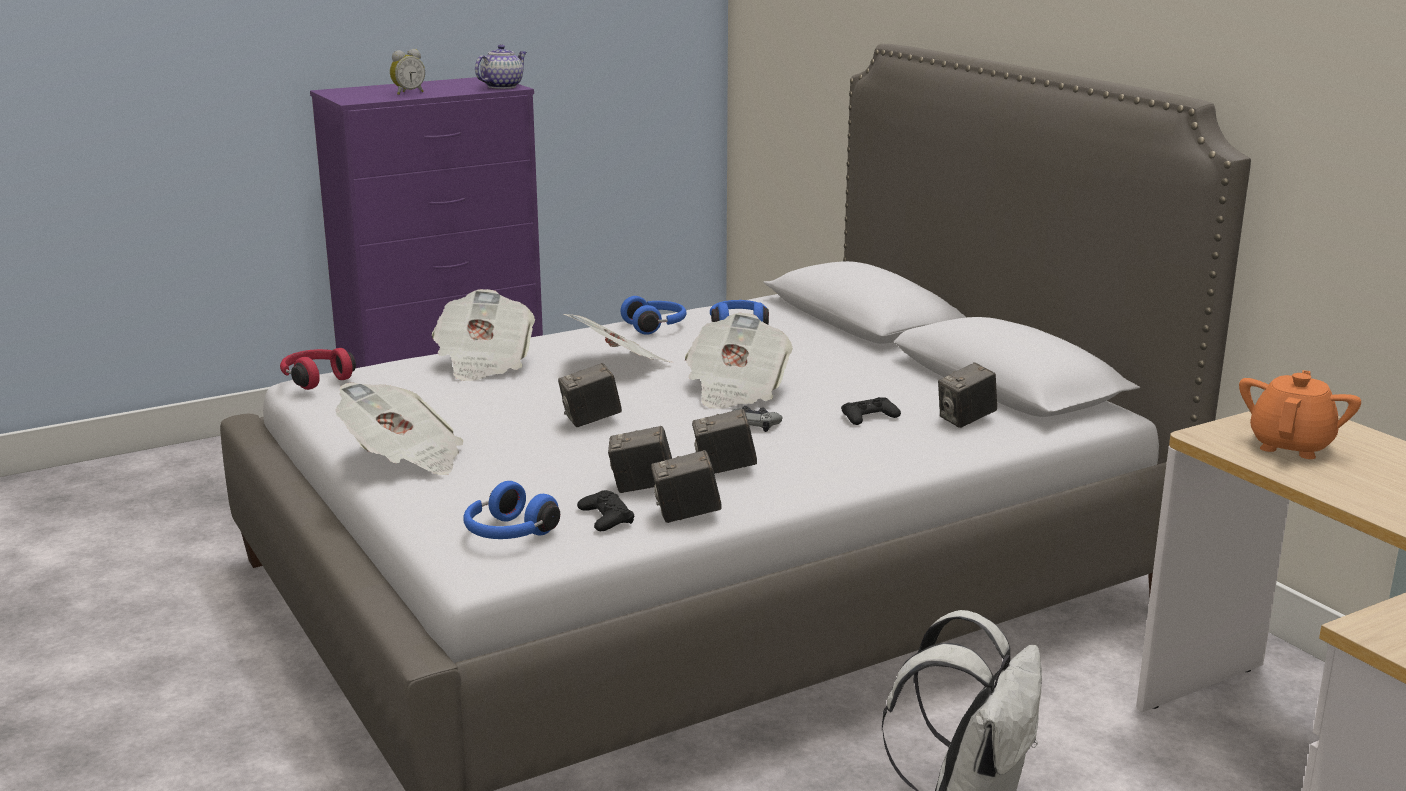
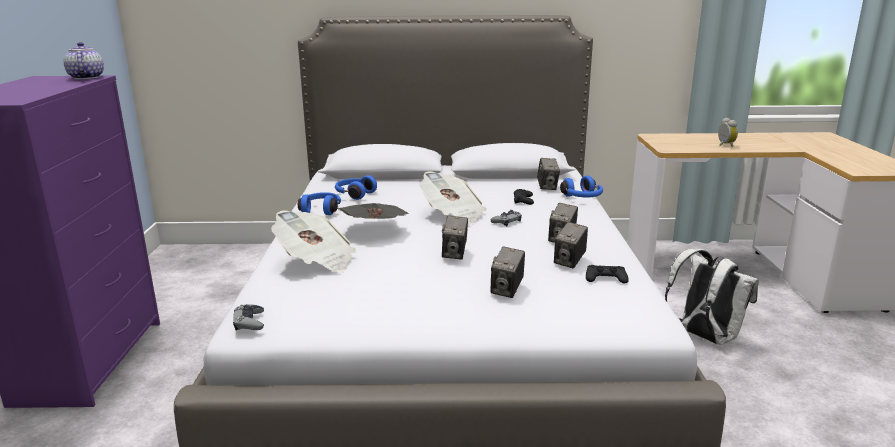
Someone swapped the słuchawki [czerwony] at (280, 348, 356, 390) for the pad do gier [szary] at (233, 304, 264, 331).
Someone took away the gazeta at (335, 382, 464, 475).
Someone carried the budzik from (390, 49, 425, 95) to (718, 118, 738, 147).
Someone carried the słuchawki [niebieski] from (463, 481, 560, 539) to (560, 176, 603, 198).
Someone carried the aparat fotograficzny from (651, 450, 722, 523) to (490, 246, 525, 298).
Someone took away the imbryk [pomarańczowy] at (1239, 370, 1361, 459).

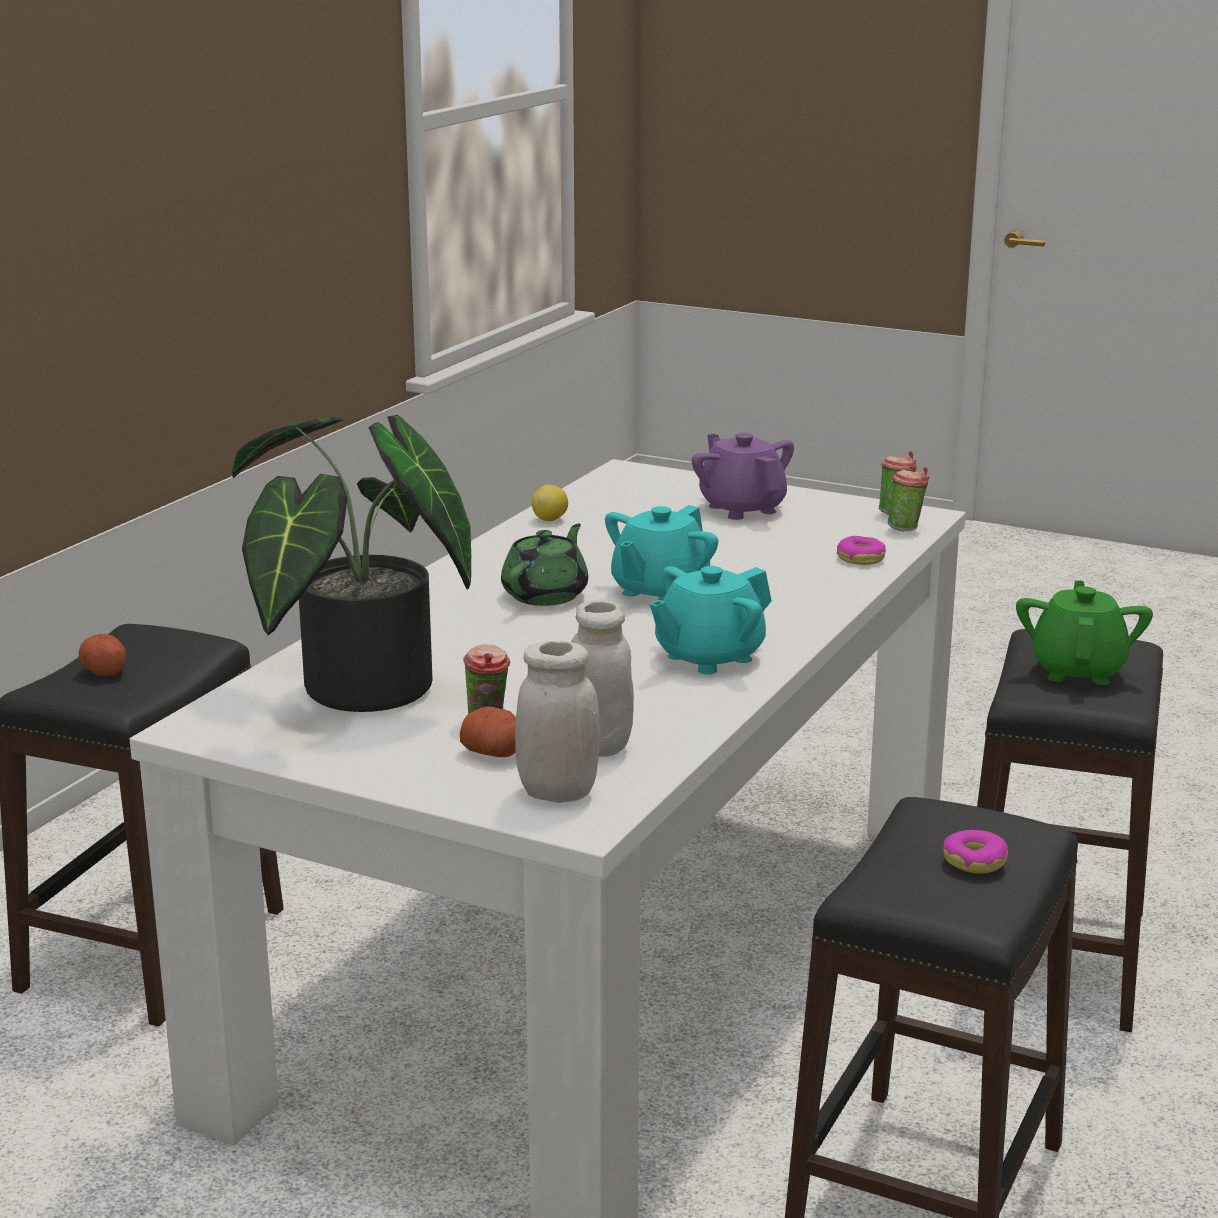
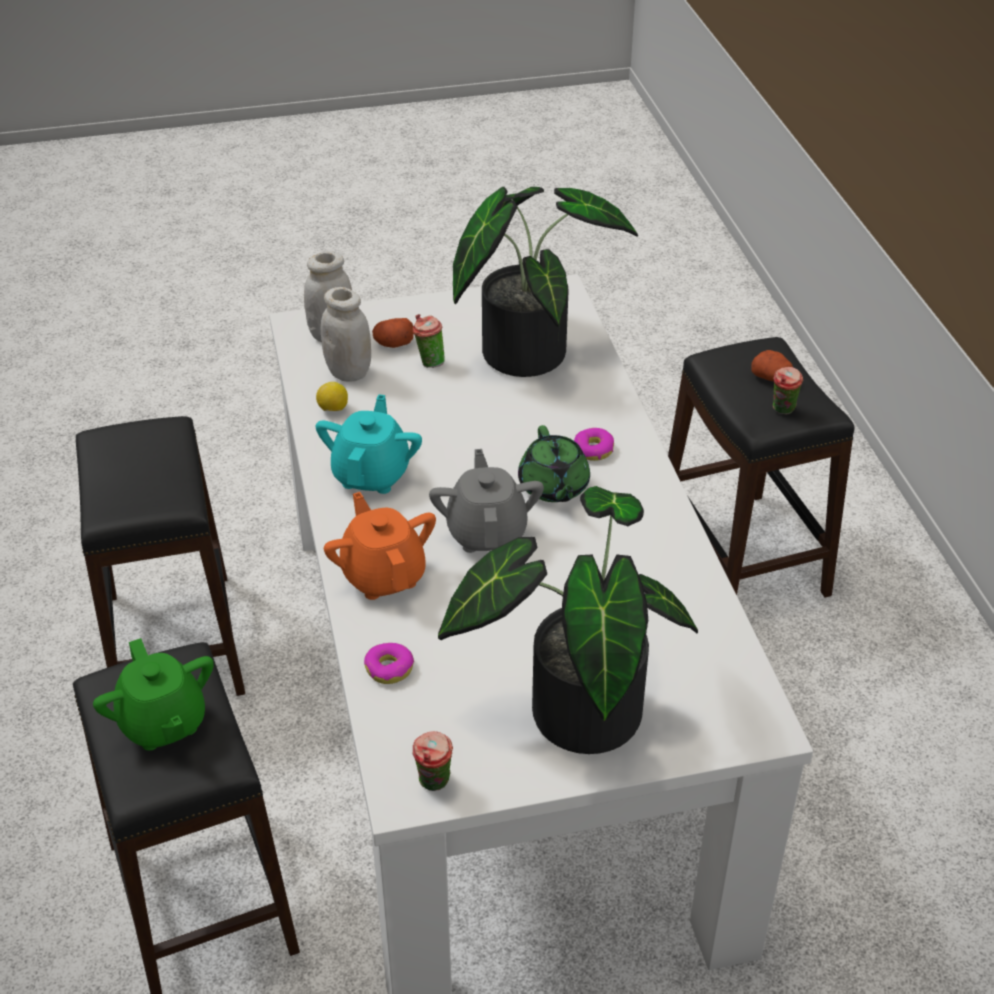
Someone carried the cytryna from (532, 485, 568, 521) to (316, 382, 348, 411).
Someone repainted the imbryk [turkusowy] at (605, 505, 718, 601), which became the imbryk [szary] at (429, 449, 544, 553).
Someone swapped the imbryk [fioletowy] at (692, 433, 794, 520) for the roślina doniczkowa at (438, 486, 698, 754).
Someone carried the filiżanka from (888, 467, 930, 531) to (773, 367, 803, 415).
Someone carried the donut from (943, 830, 1008, 873) to (574, 428, 614, 461).
Someone put down the imbryk [pomarańczowy] at (324, 492, 436, 600).

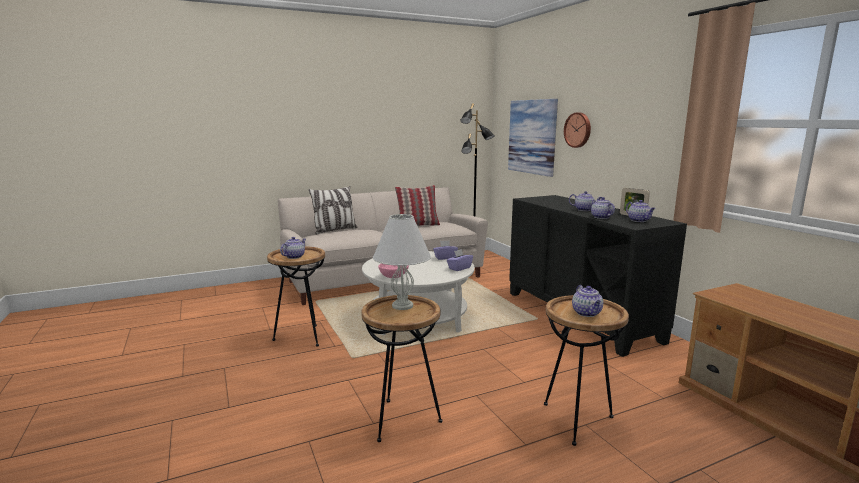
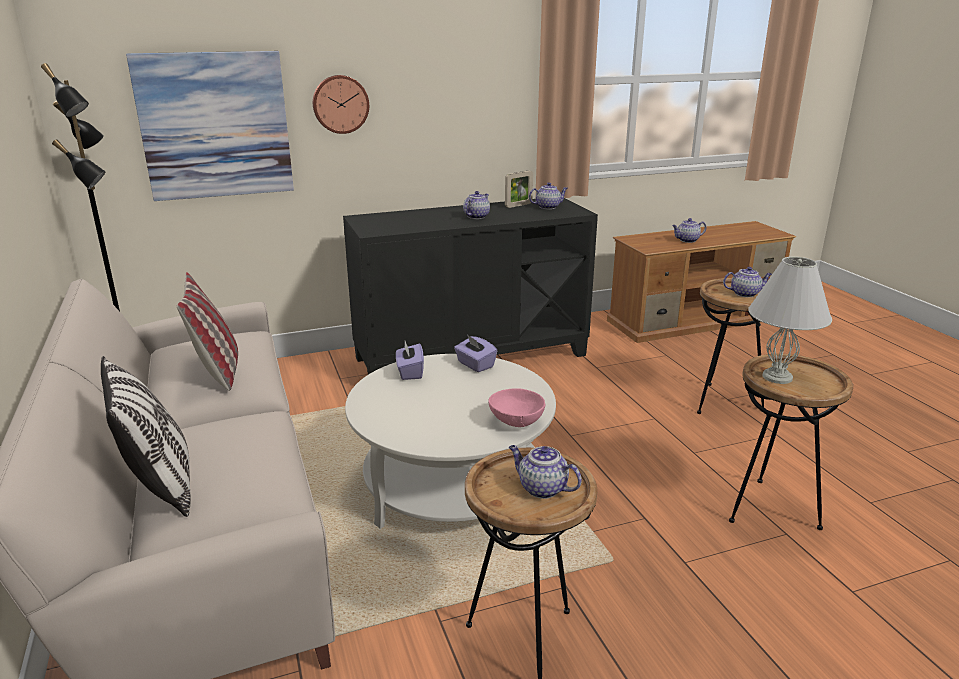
Someone carried the imbryk from (591, 197, 615, 219) to (672, 218, 706, 243).

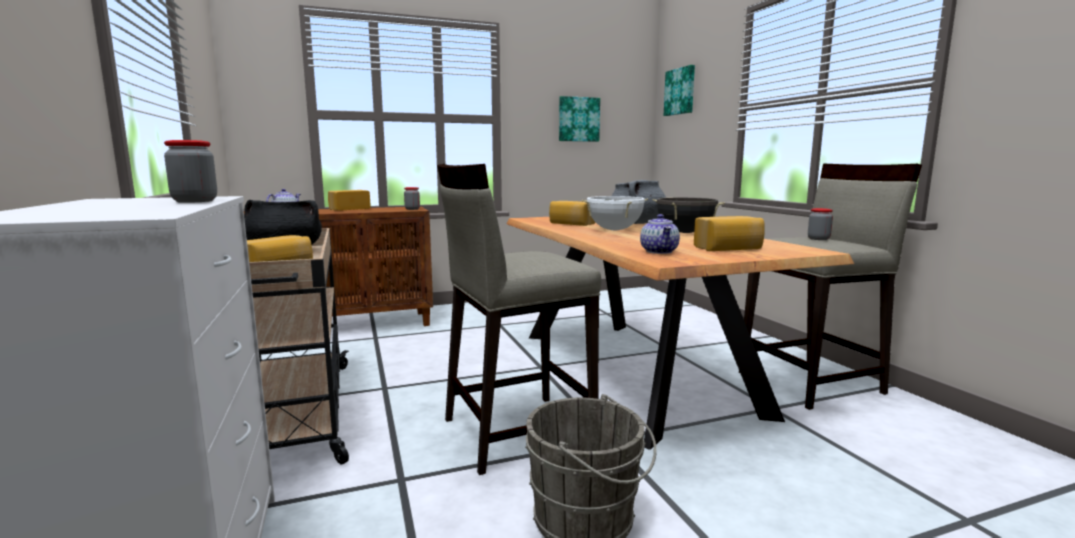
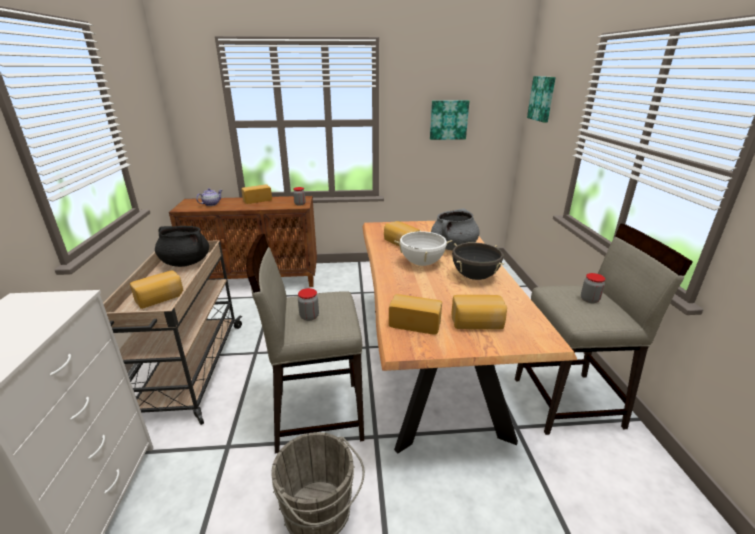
Someone carried the słoik from (164, 140, 217, 203) to (298, 288, 319, 321).
Someone swapped the imbryk at (640, 214, 680, 254) for the chleb at (389, 294, 442, 335).

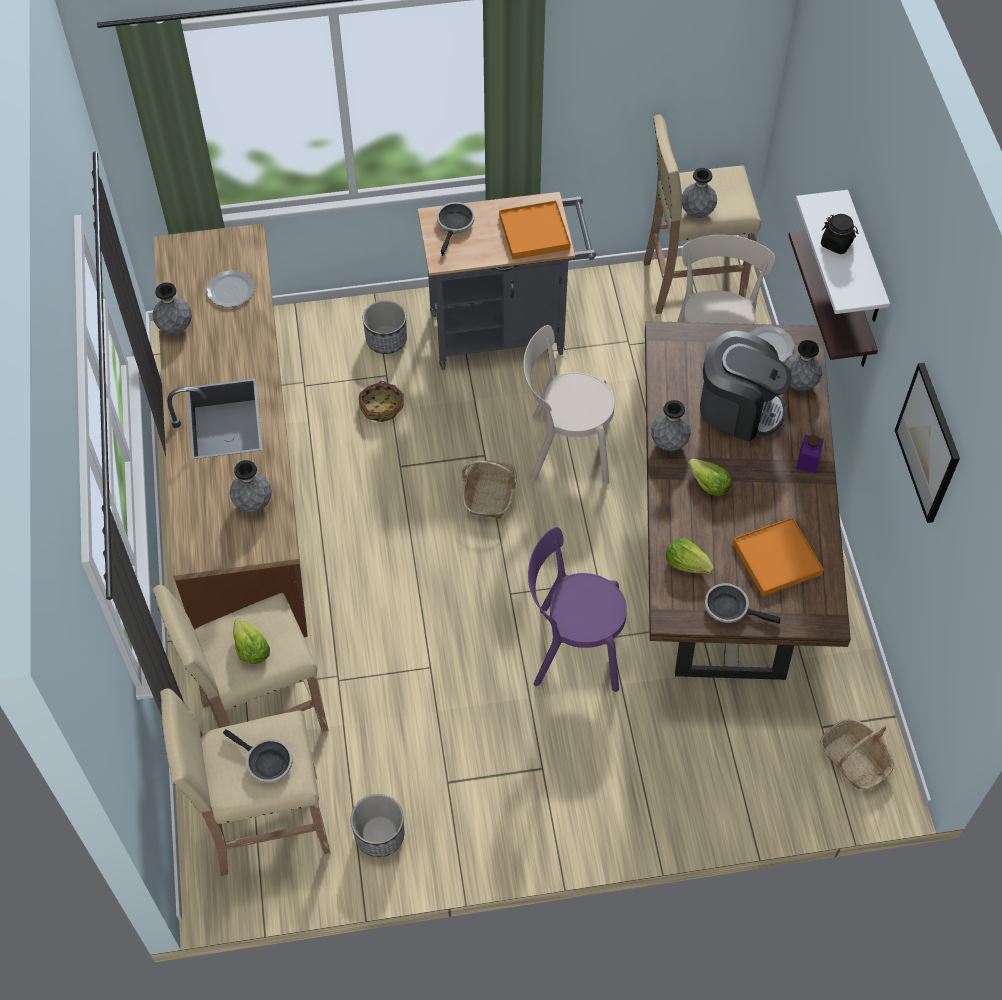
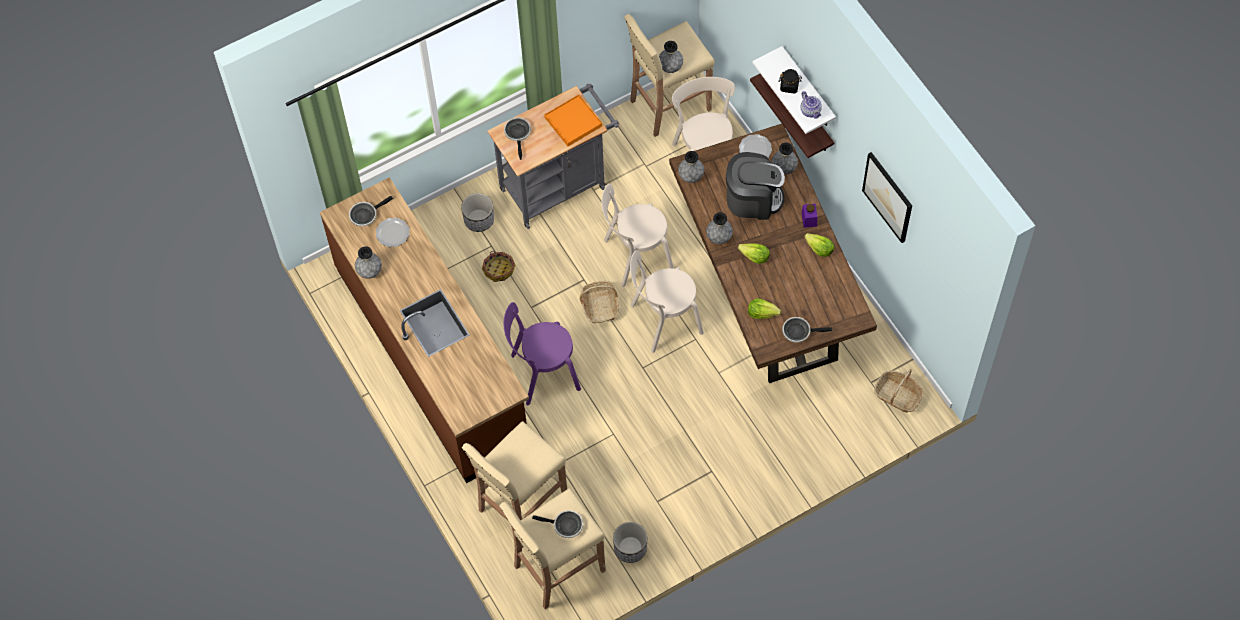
Someone carried the wazon [szary] from (230, 460, 272, 512) to (678, 151, 704, 183).
Someone carried the sałata from (233, 618, 270, 664) to (804, 233, 834, 257).
Someone carried the krzesło [fioletowy] from (528, 527, 627, 692) to (504, 302, 581, 405).
Someone took away the taca [pomarańczowy] at (733, 517, 824, 596).
Someone put down the patelnia at (349, 196, 393, 226).
Someone put down the krzesło [beżowy] at (630, 250, 704, 353).
Someone put down the imbryk at (801, 91, 822, 119).

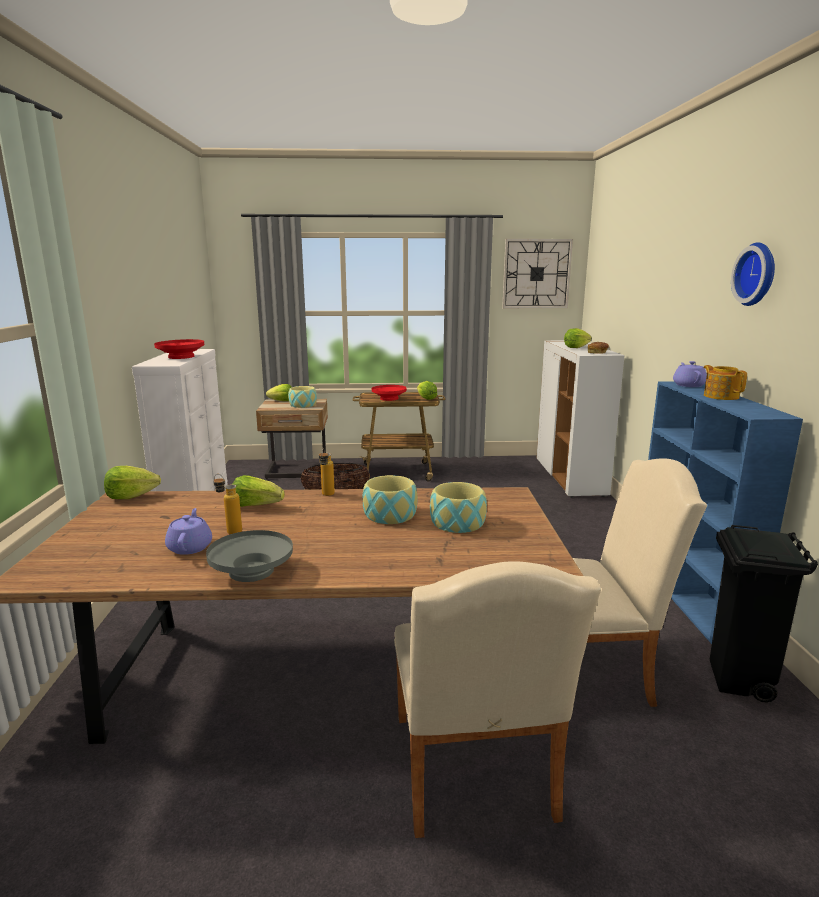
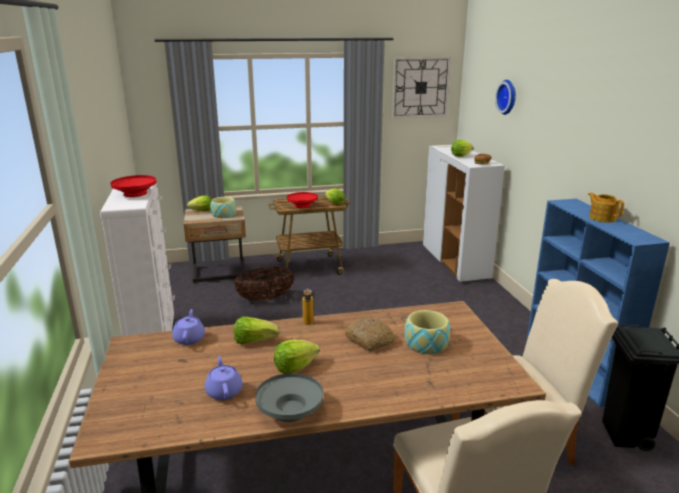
Someone carried the sałata from (104, 466, 161, 499) to (274, 340, 320, 374).
Someone took away the butelka at (214, 474, 242, 534).
Someone swapped the miska at (362, 475, 417, 524) for the chleb at (345, 317, 395, 351).
Someone carried the imbryk [fioletowy] from (673, 361, 707, 387) to (172, 309, 205, 345).
Someone carried the zegar ścienny from (731, 242, 775, 306) to (495, 80, 516, 115).

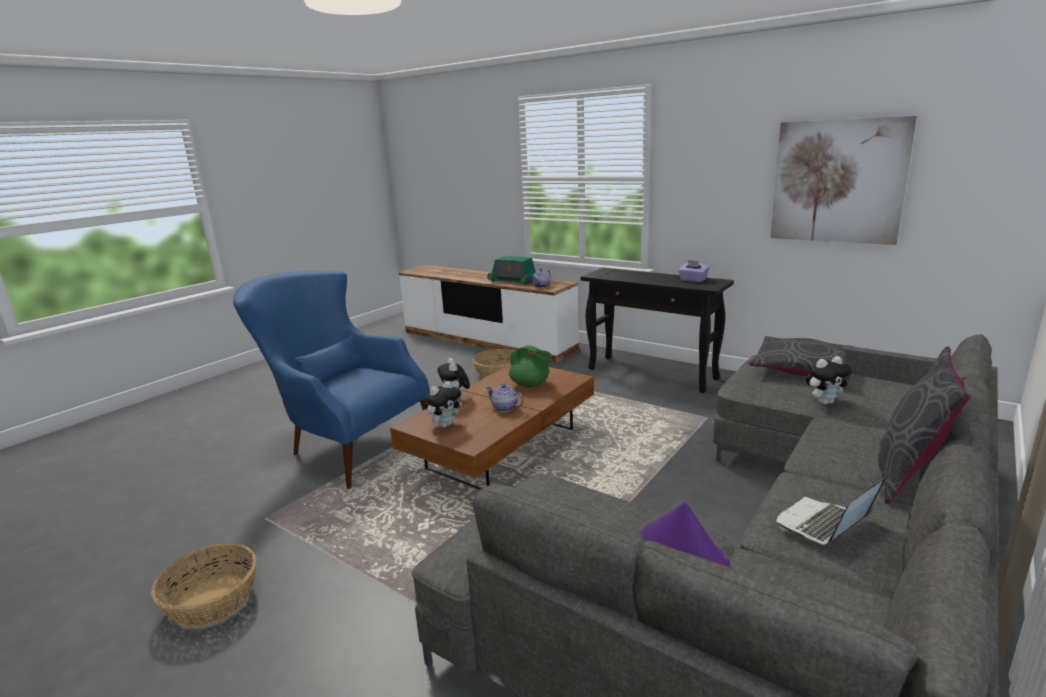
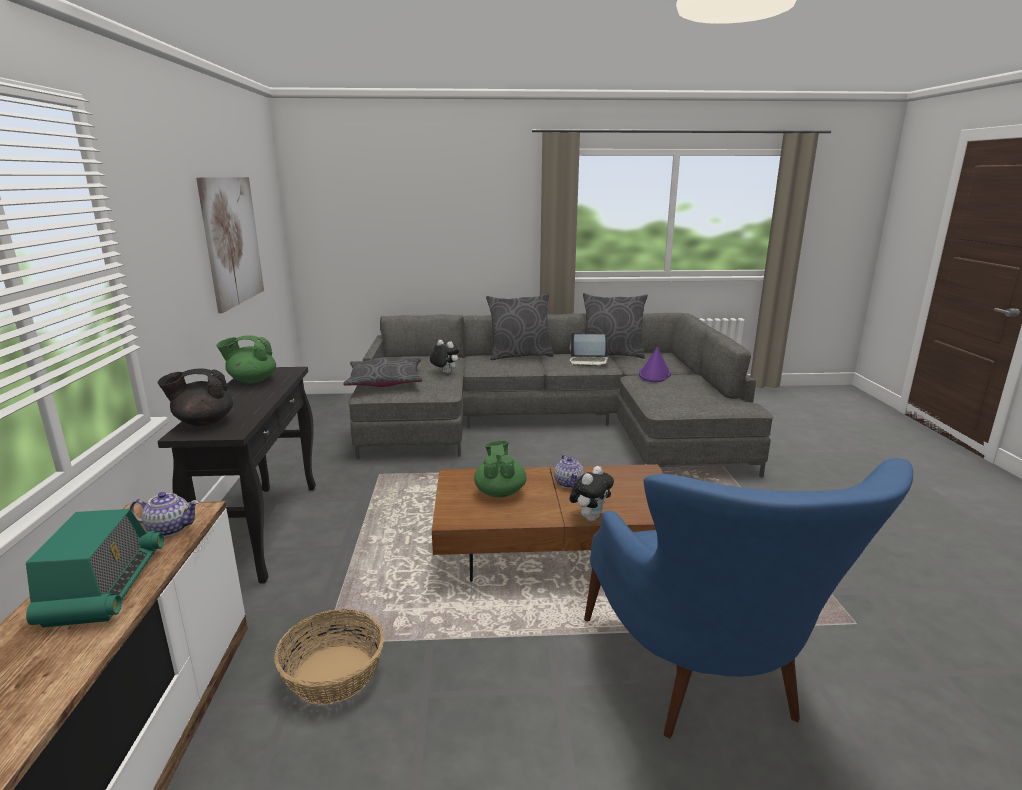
Someone took away the koszyk at (151, 543, 256, 627).
Someone took away the pluszak at (425, 381, 462, 428).
Someone swapped the pudełko chusteczek [fioletowy] at (678, 260, 710, 282) for the imbryk [zielony] at (216, 336, 276, 384).
Someone put down the imbryk [czarny] at (158, 368, 233, 426).
Someone put down the poduszka [szary] at (583, 293, 648, 359).

